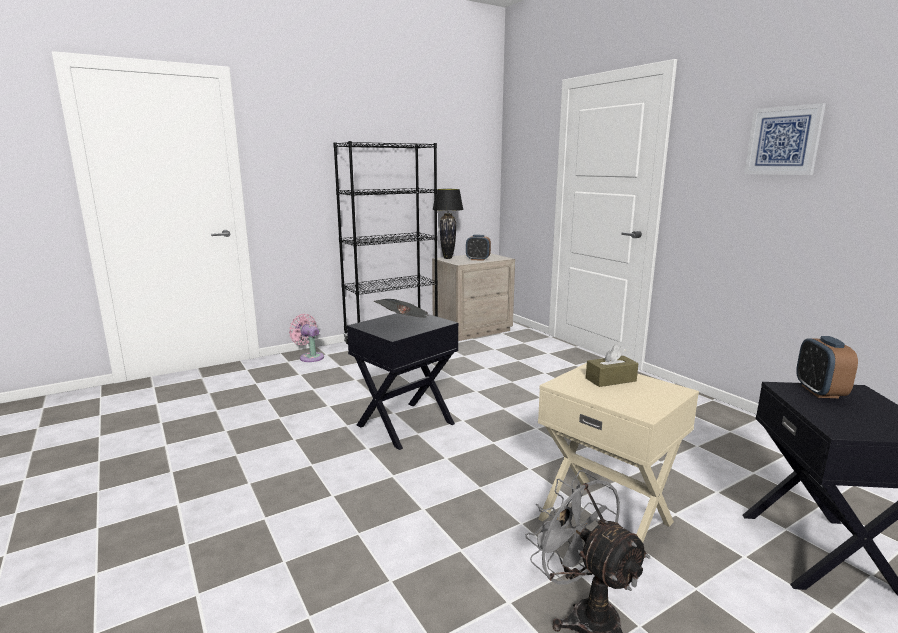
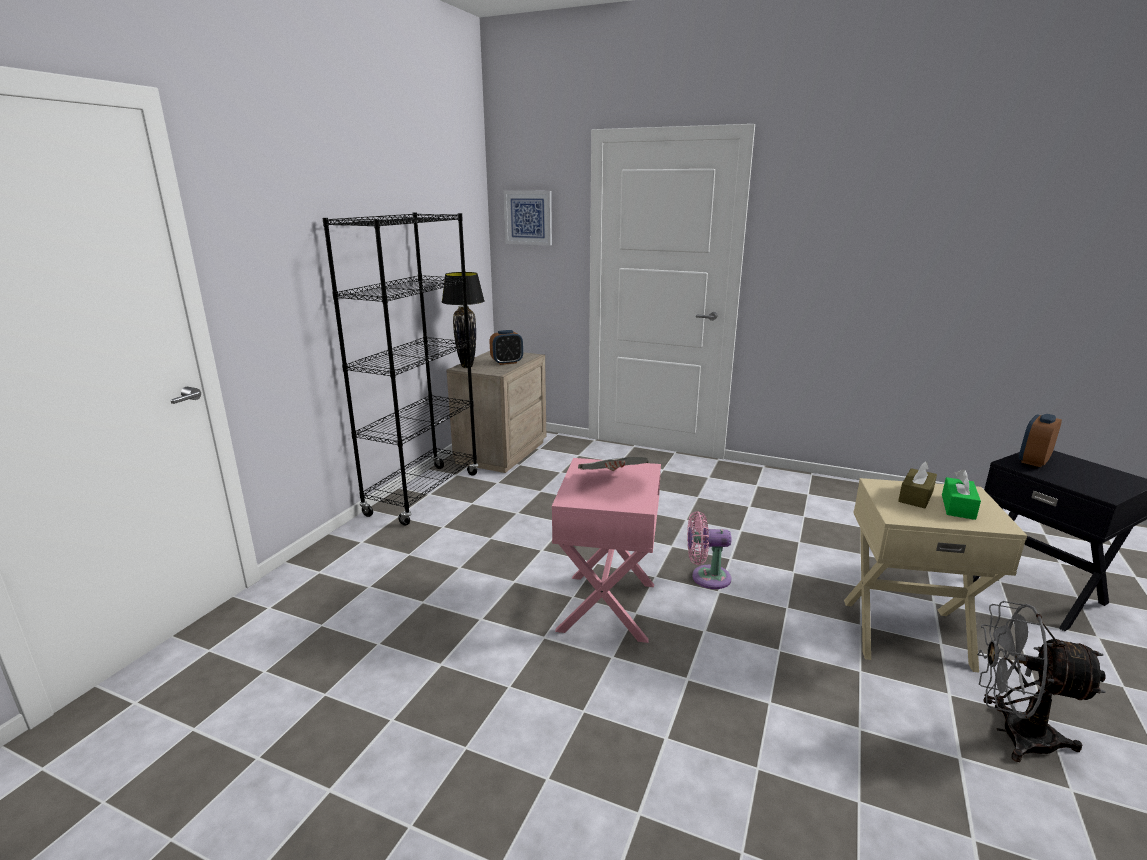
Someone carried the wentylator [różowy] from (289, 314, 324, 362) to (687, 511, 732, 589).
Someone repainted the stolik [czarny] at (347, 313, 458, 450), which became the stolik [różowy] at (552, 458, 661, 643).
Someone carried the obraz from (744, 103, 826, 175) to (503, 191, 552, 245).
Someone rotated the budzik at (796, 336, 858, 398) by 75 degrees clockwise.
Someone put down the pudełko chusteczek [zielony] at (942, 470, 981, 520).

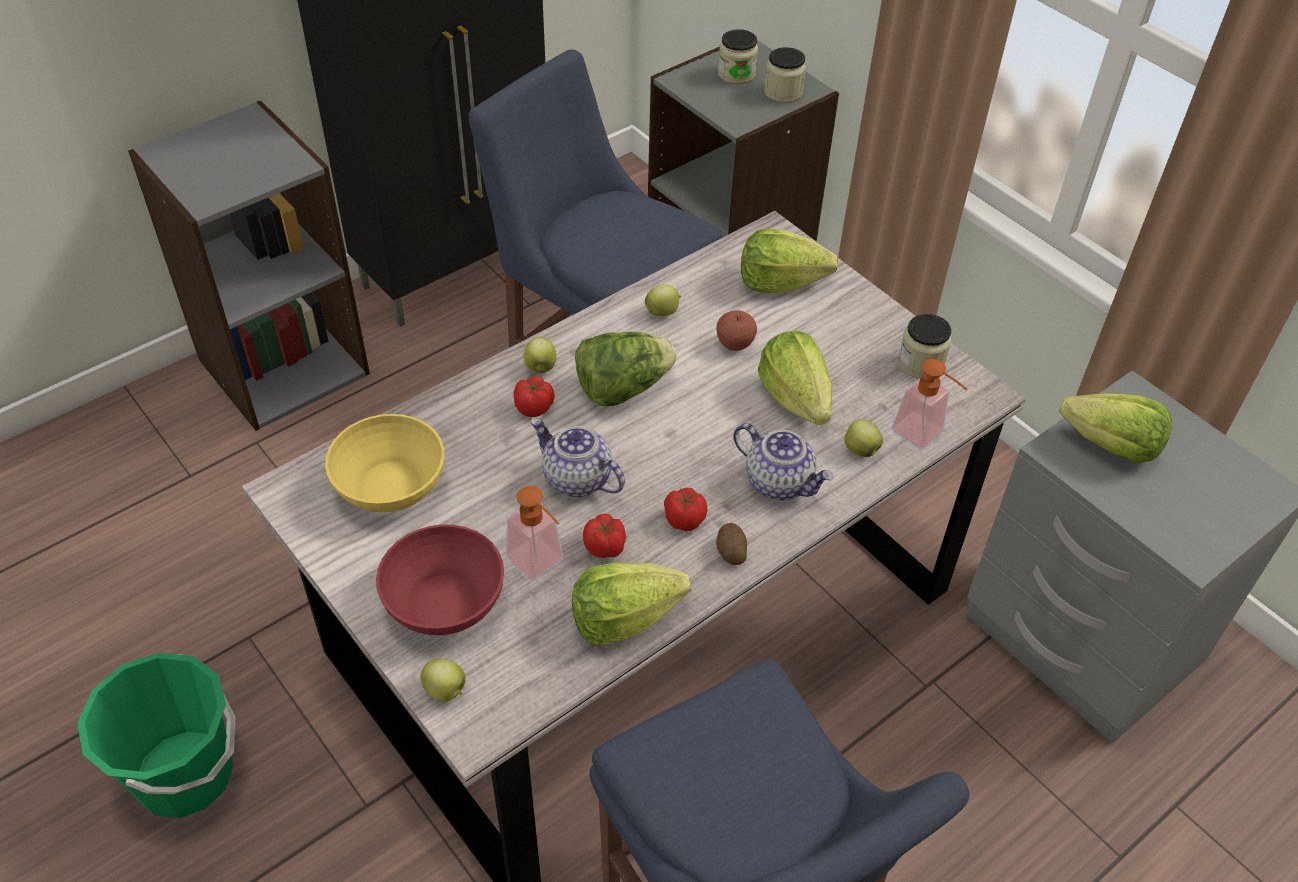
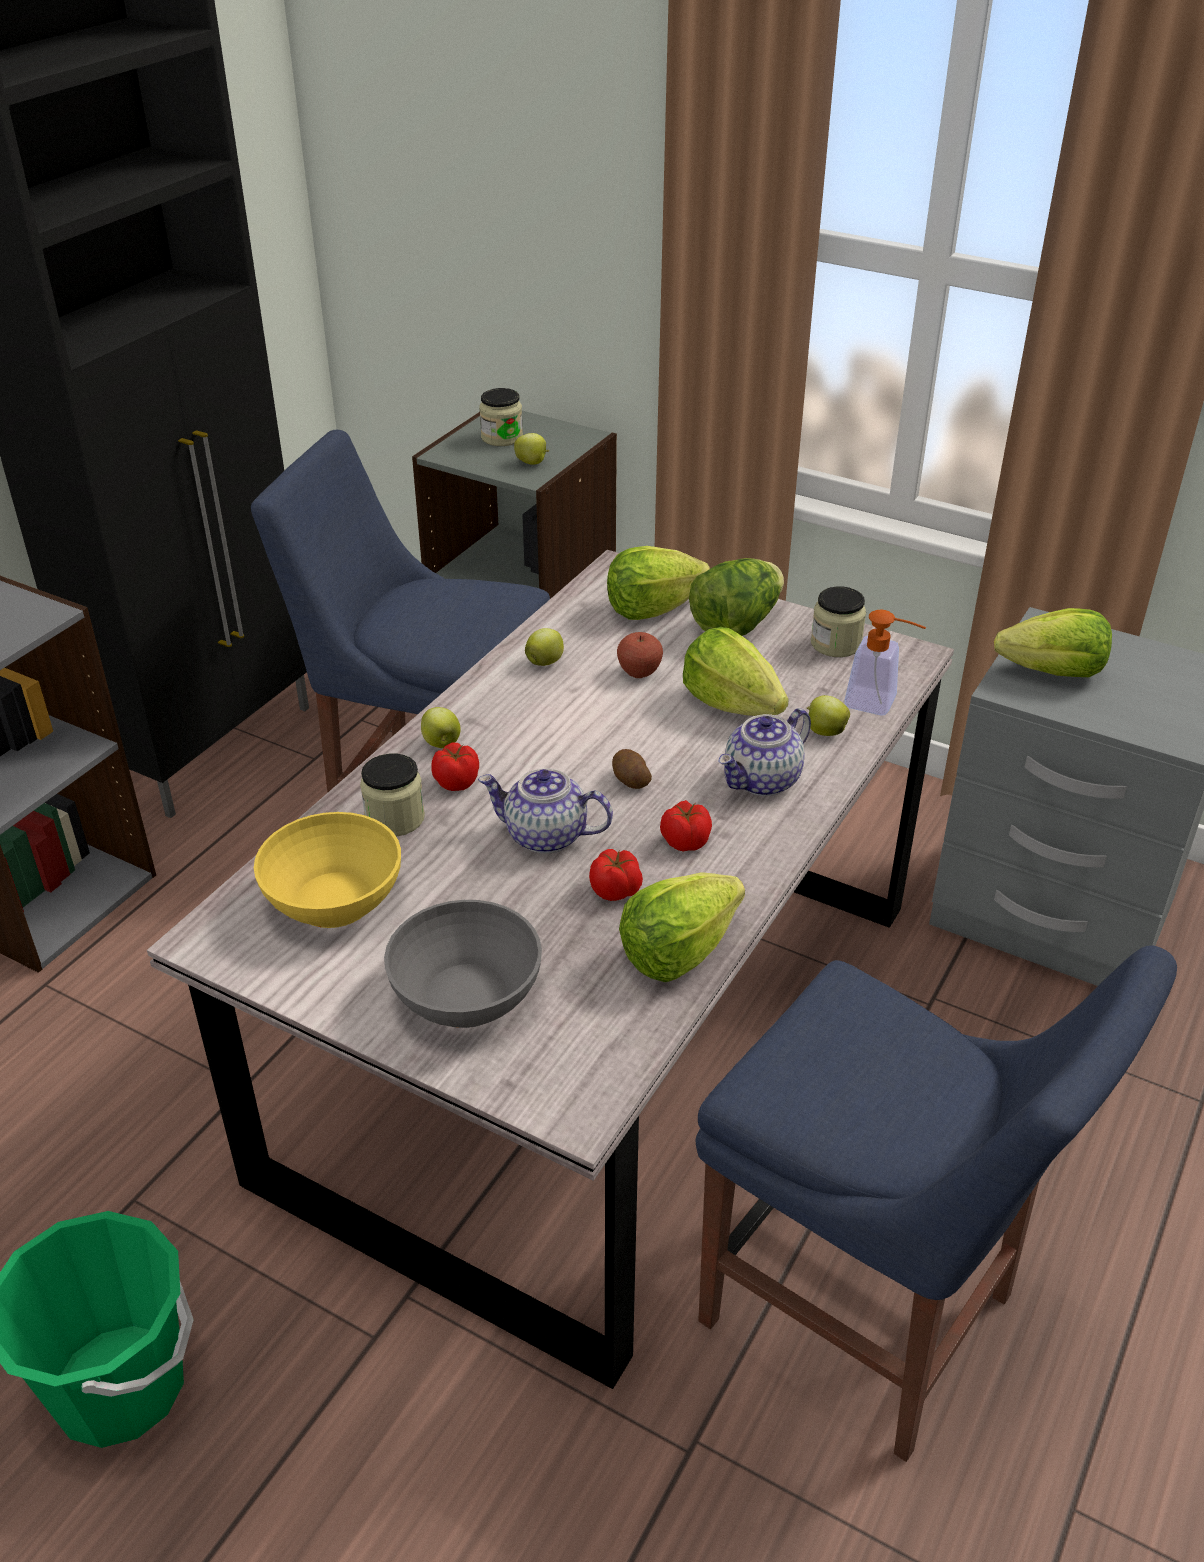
Someone repainted the miska [czerwony] at (376, 525, 504, 635), which became the miska [szary] at (384, 900, 542, 1028).
Someone carried the jabłko from (420, 659, 466, 702) to (514, 433, 549, 465).
Someone took away the dozownik mydła at (505, 486, 563, 580).
Someone carried the sałata from (575, 332, 677, 406) to (689, 558, 784, 636).
Someone carried the ziemniak from (716, 523, 747, 565) to (612, 749, 652, 789).
Someone rotated the imbryk at (733, 423, 834, 500) by 120 degrees clockwise.
Someone carried the słoik from (764, 47, 806, 103) to (360, 753, 425, 837).

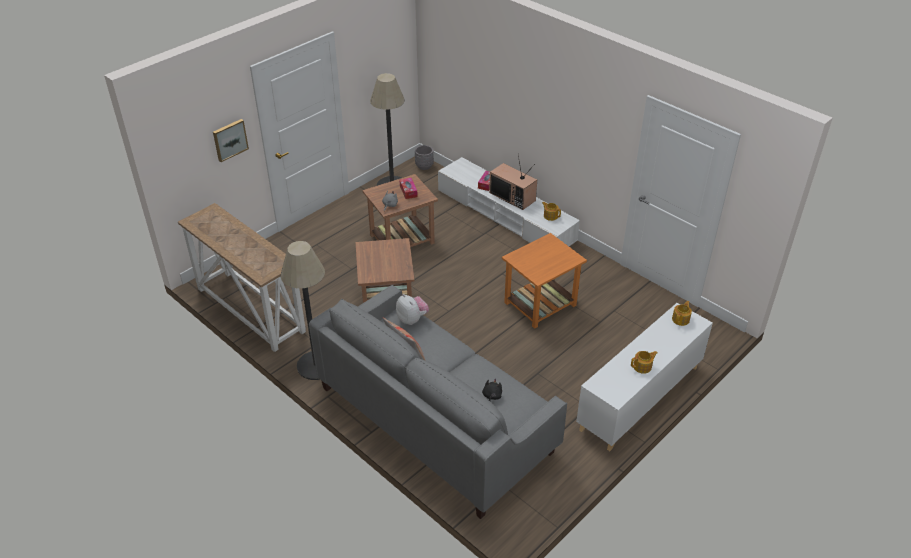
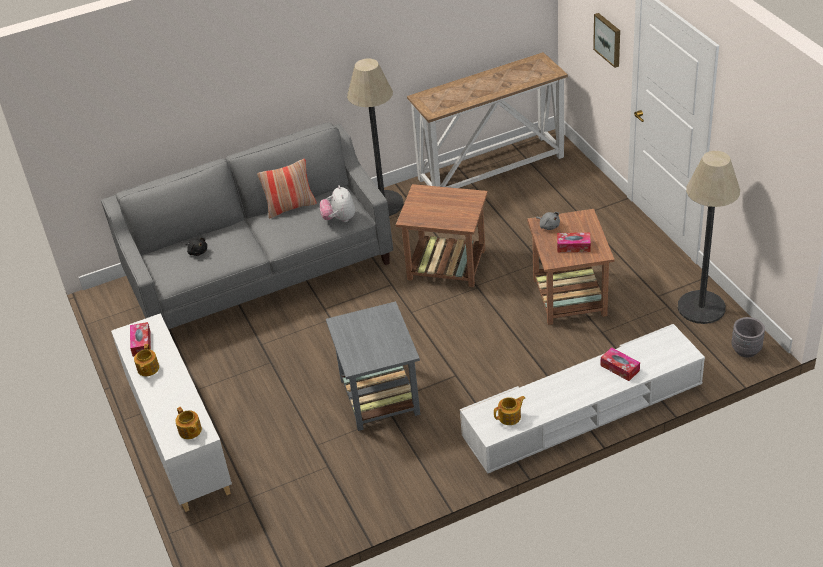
Someone rotated the pluszak at (396, 294, 429, 325) by 90 degrees clockwise.
Someone took away the telewizor at (489, 155, 537, 210).
Someone repainted the stolik [pomarańczowy] at (502, 233, 587, 329), which became the stolik [szary] at (326, 301, 420, 431).
Someone put down the pudełko chusteczek at (130, 322, 151, 357).

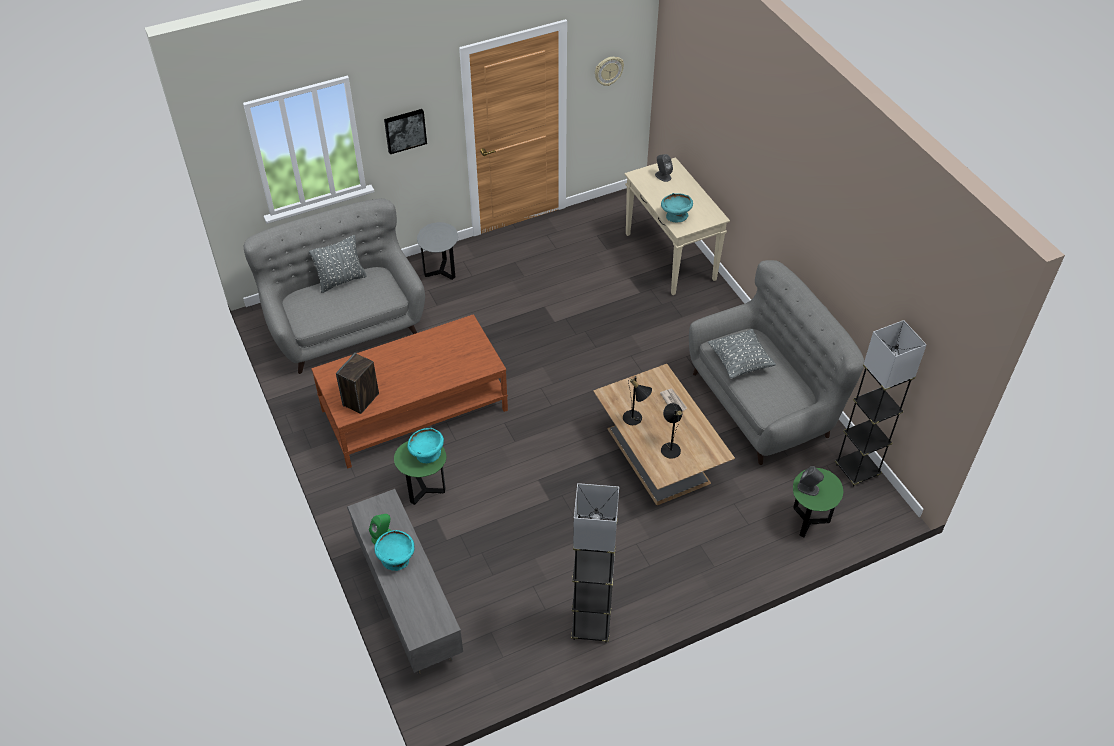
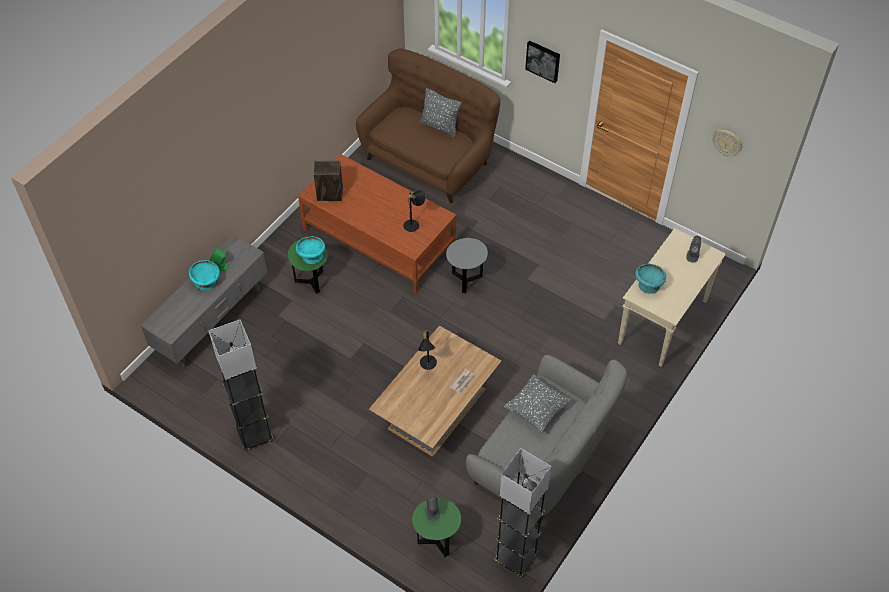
Someone repainted the kanapa [szary] at (244, 198, 425, 374), which became the kanapa [brązowy] at (356, 48, 500, 203).
Someone carried the stolik [szary] from (417, 222, 458, 280) to (446, 238, 488, 293).
Someone carried the lampa stołowa [czarny] from (661, 403, 682, 459) to (403, 190, 426, 232).

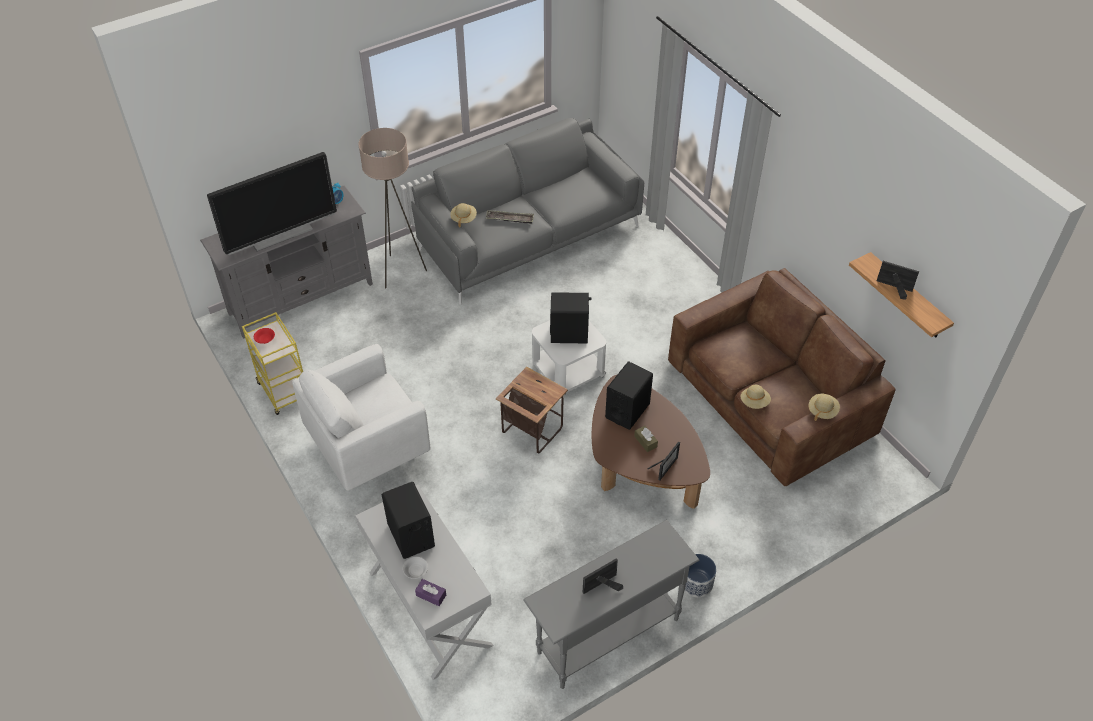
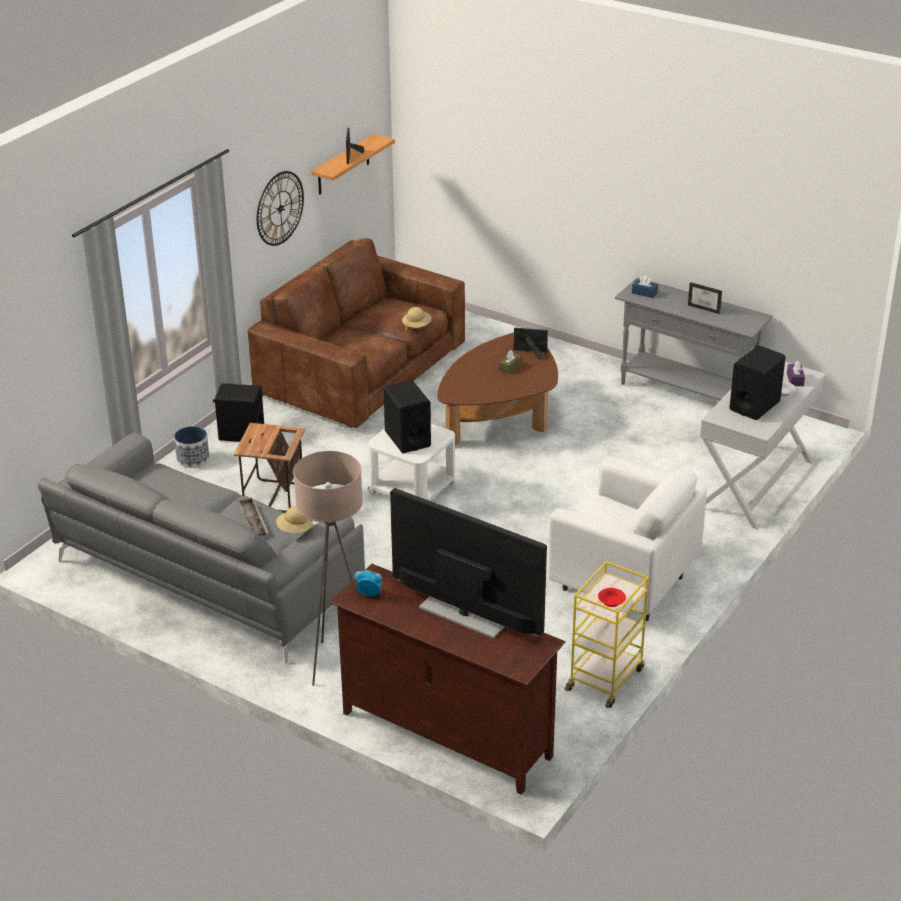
Someone repainted the szafka pod telewizor [szary] at (200, 185, 373, 339), which became the szafka pod telewizor [brązowy] at (329, 564, 566, 795).
Someone carried the stolik from (496, 367, 568, 453) to (234, 423, 305, 513).
Someone carried the głośnik [czarny] from (605, 362, 653, 430) to (213, 383, 264, 442).
Someone carried the donica from (684, 554, 716, 597) to (174, 426, 209, 468).
Someone took away the kapelusz [beżowy] at (809, 394, 840, 421).
Someone put up the zegar ścienny at (257, 171, 304, 246).
Someone put down the pudełko chusteczek [niebieski] at (632, 275, 658, 298).

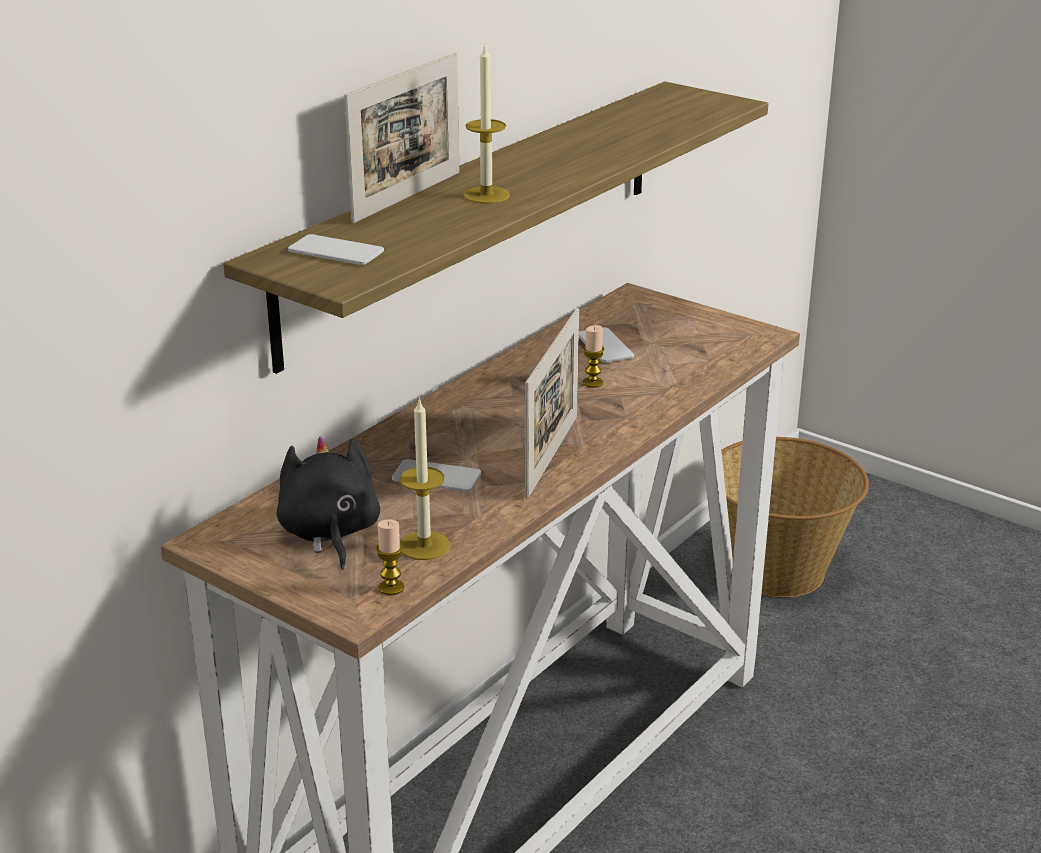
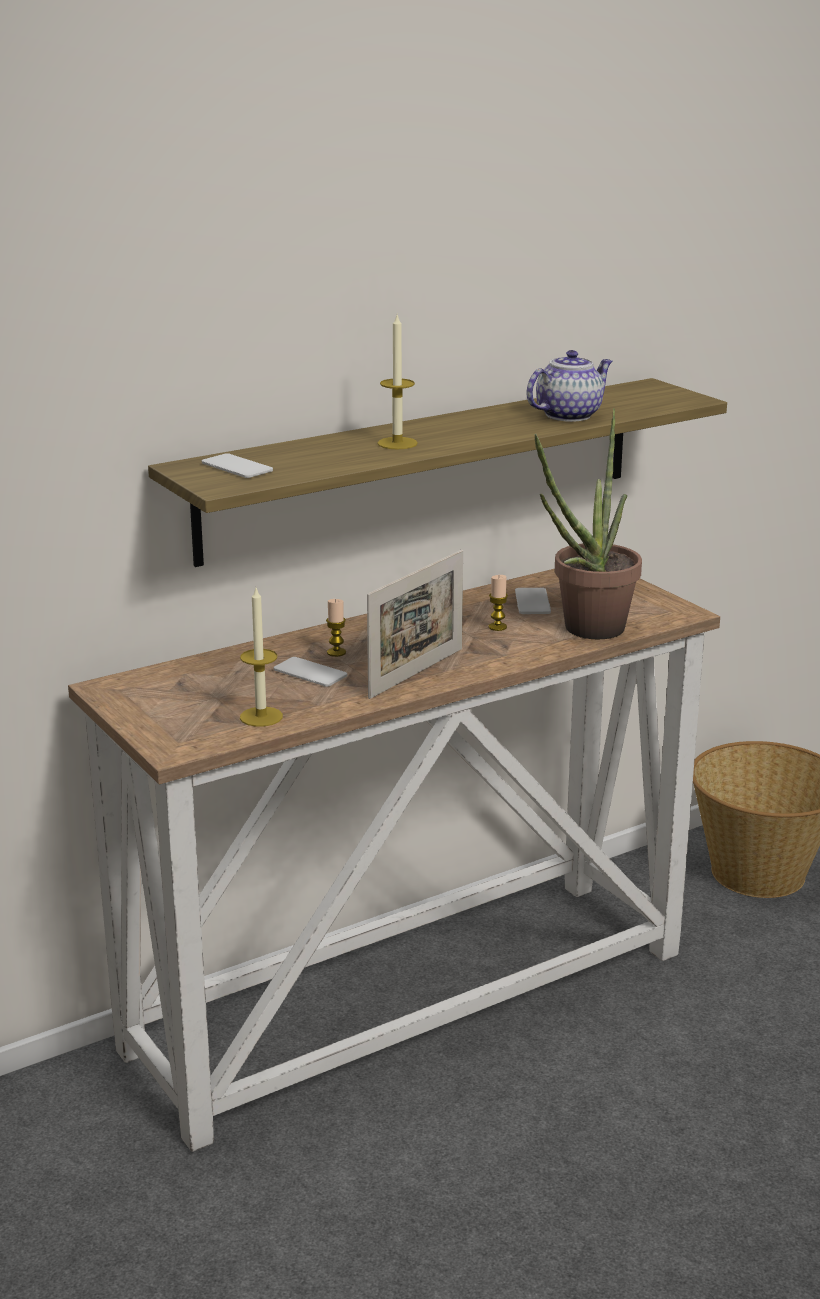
Someone took away the pluszak [czarny] at (277, 437, 380, 570).
Someone took away the ramka na zdjęcie at (344, 53, 459, 223).
Someone carried the świeca from (376, 519, 404, 595) to (326, 599, 346, 657).
Someone put down the imbryk at (526, 350, 613, 422).
Someone put down the roślina doniczkowa at (534, 408, 642, 639).

